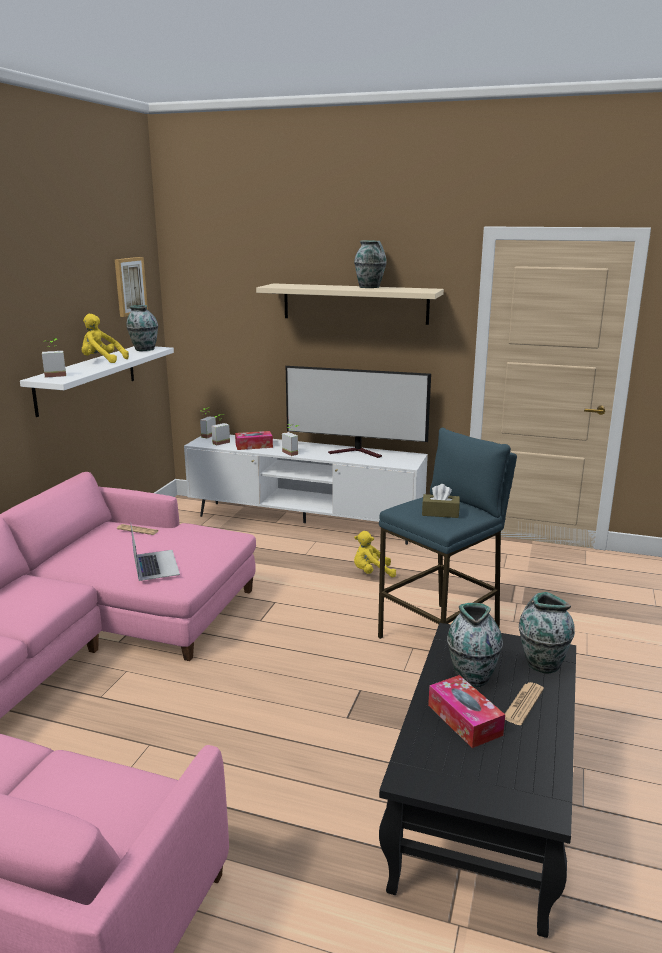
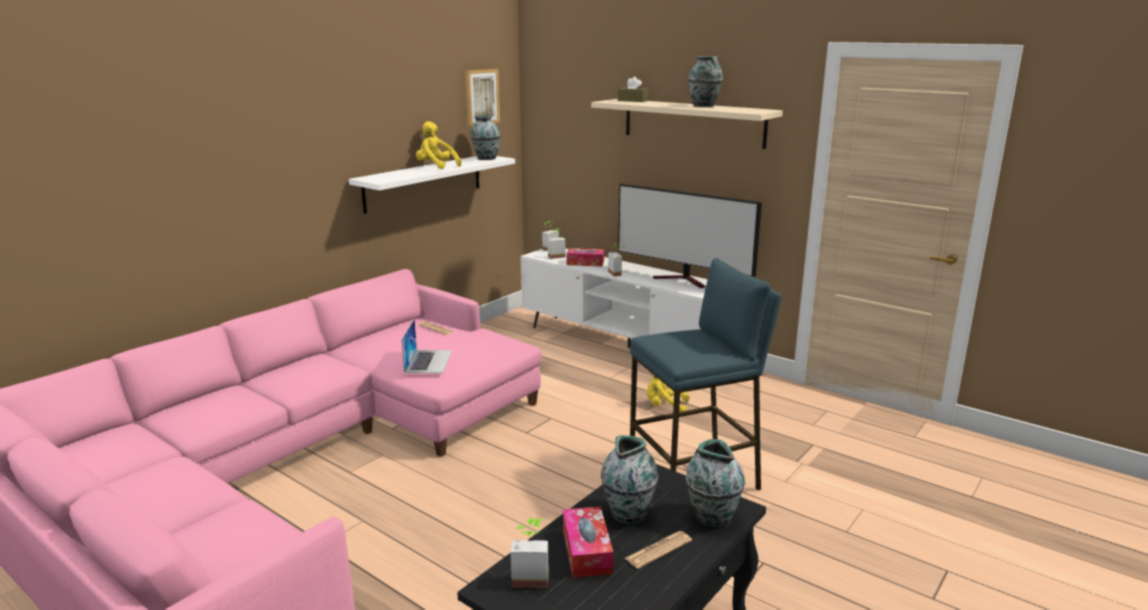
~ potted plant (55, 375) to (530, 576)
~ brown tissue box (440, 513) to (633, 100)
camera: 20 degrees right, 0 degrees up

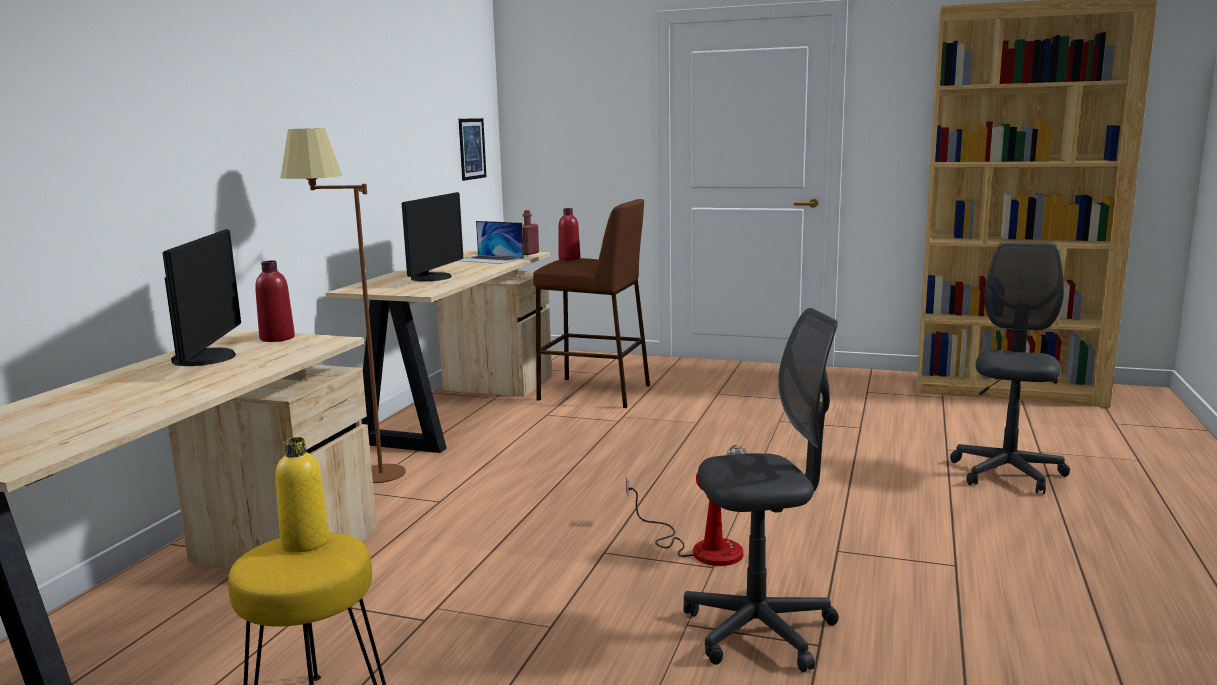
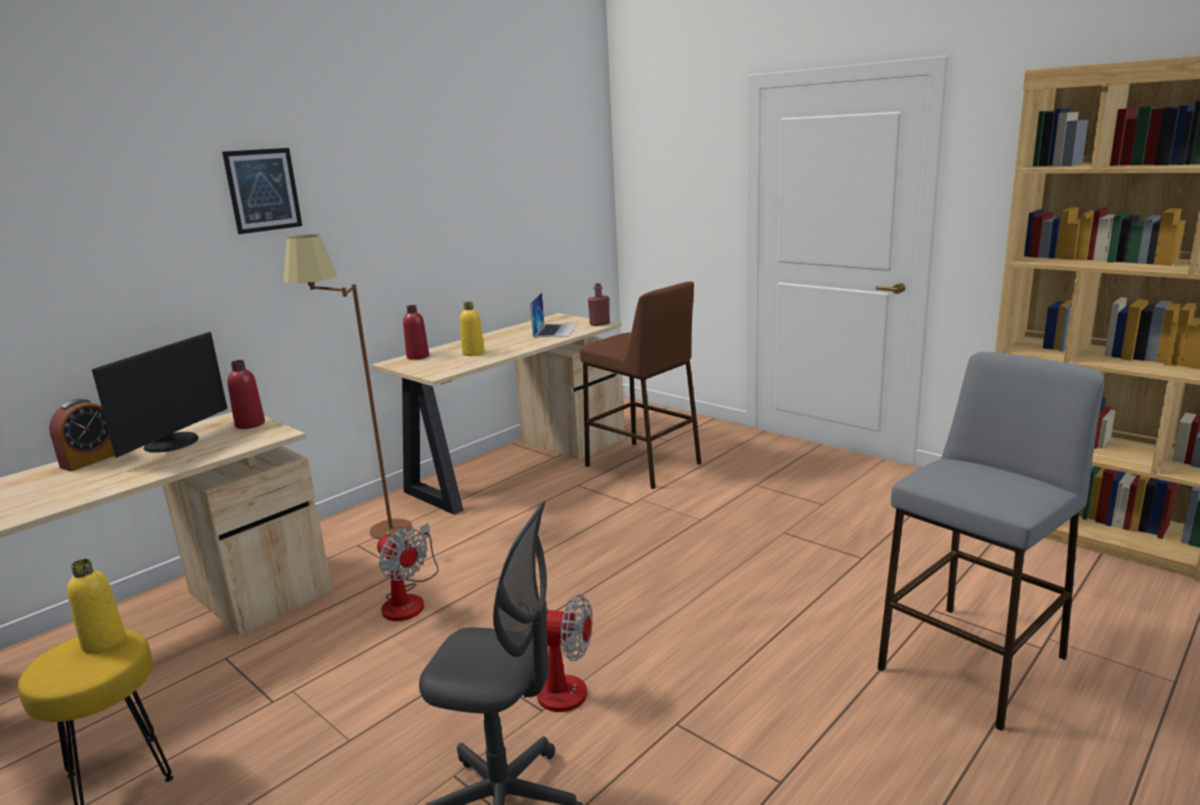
~ wall picture (472, 148) to (263, 190)
~ computer screen (433, 278) to yellowish drink bottle (473, 353)
~ red-coloured drink bottle (569, 259) to (418, 356)
~ notebook computer (490, 259) = (555, 330) 135 degrees counterclockwise
~ gray computer chair (1007, 473) to gray sitting stool (973, 662)
+ alarm clock (91, 460)
+ fan (408, 599)
camera: 25 degrees right, 5 degrees up

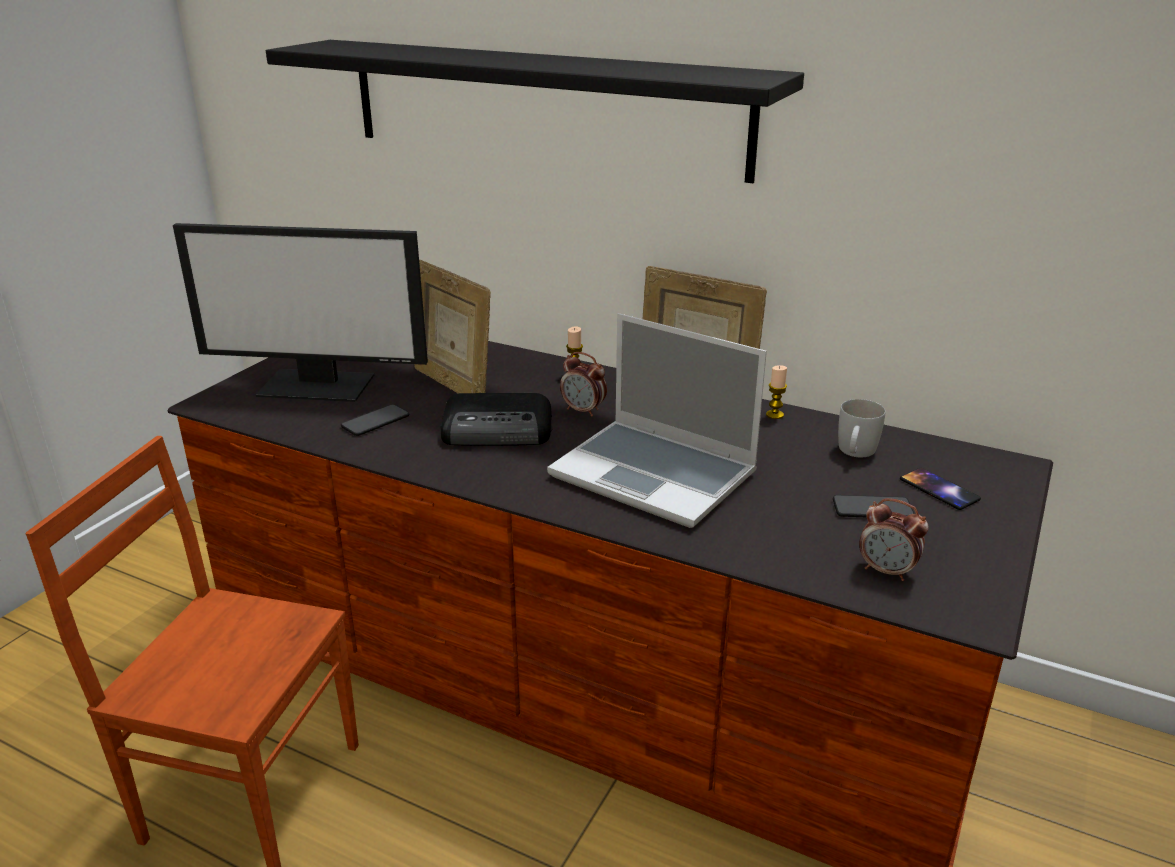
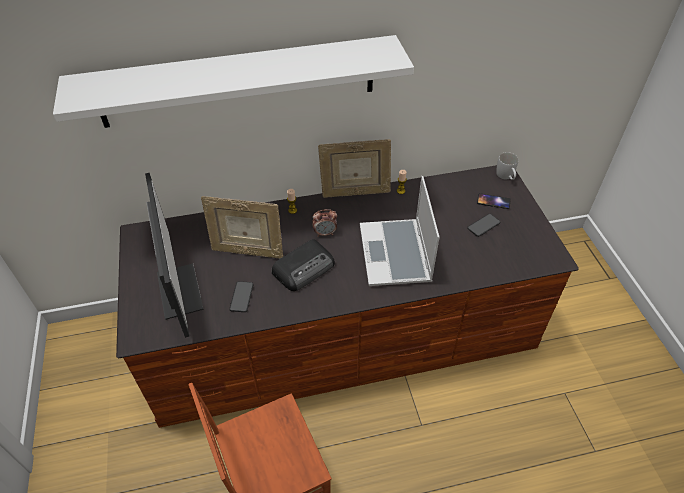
~ black bracket shelf (542, 107) to whitish bracket shelf (238, 82)
~ computer screen (318, 385) = (178, 290) 75 degrees counterclockwise
~ notebook computer (656, 475) = (396, 254) 90 degrees clockwise
~ whitish coffee mug (855, 453) to (506, 176)
- alarm clock (887, 571)
camera: 40 degrees left, 20 degrees up

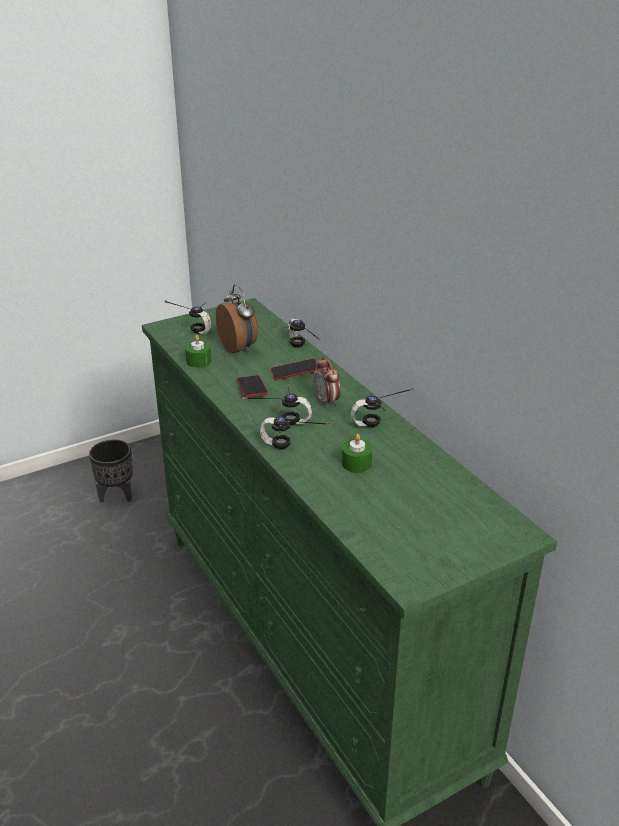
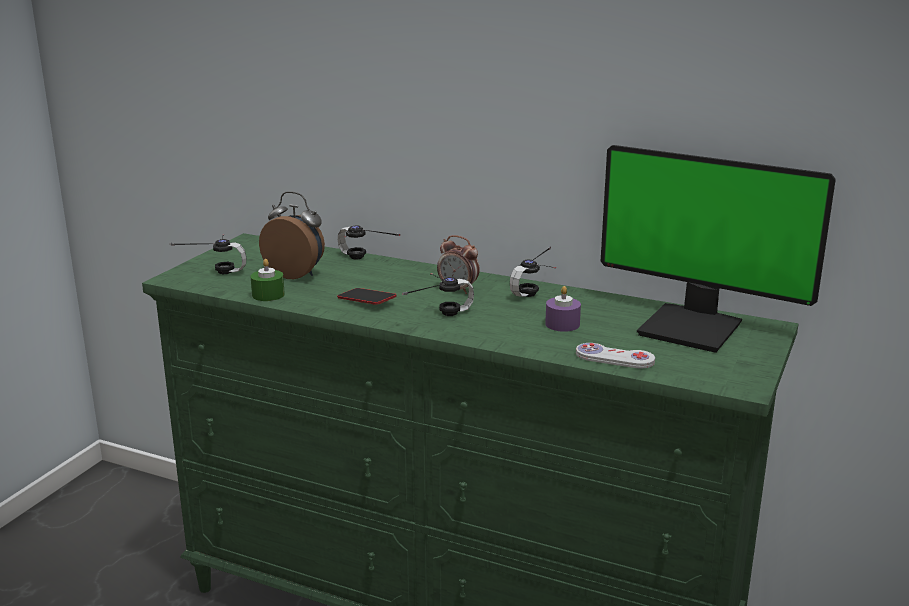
- telephone (294, 372)
- headset (290, 452)
~ green candle (356, 464) to purplish candle (562, 324)
- black plant pot (117, 495)
+ computer screen (693, 328)
+ whitish gamepad (614, 358)
camera: 35 degrees left, 10 degrees down

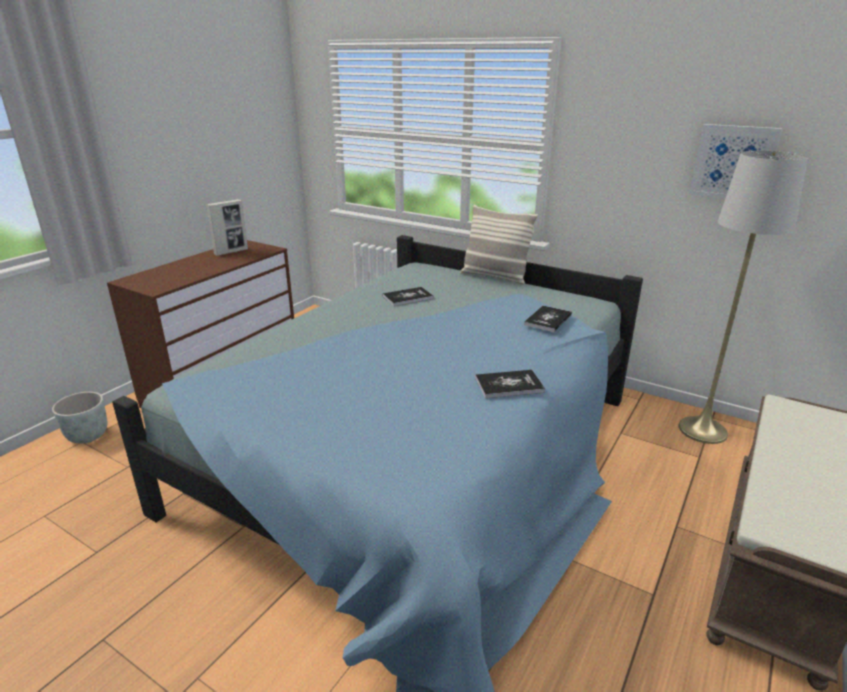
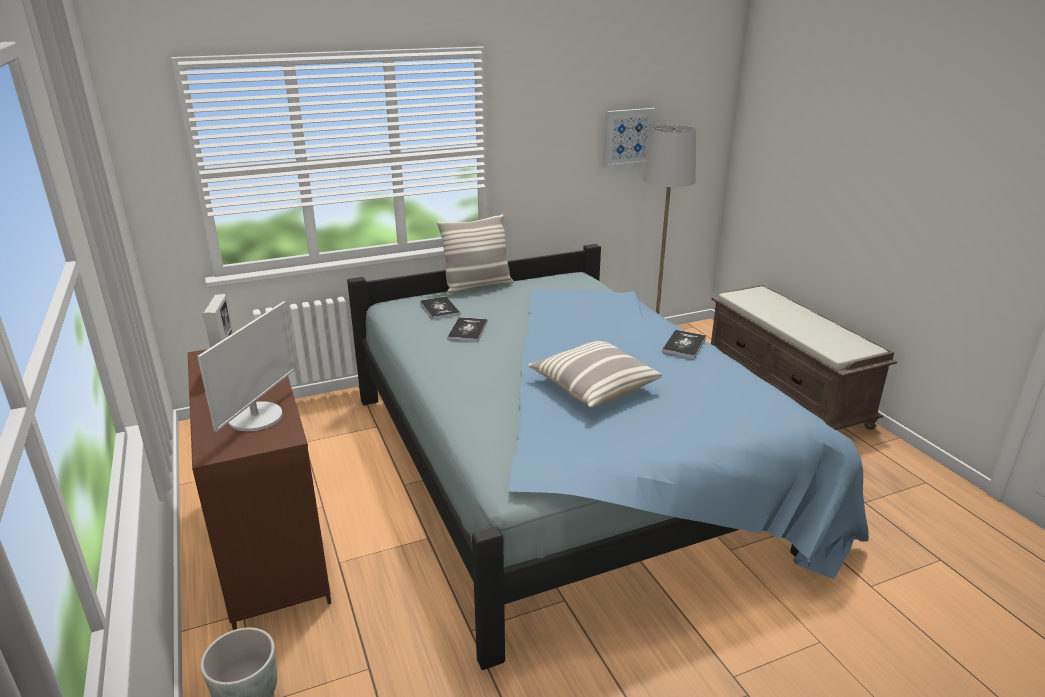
~ bound book (548, 320) to (439, 309)
+ computer screen (256, 417)
+ pillow (593, 387)
camera: 55 degrees left, 0 degrees up

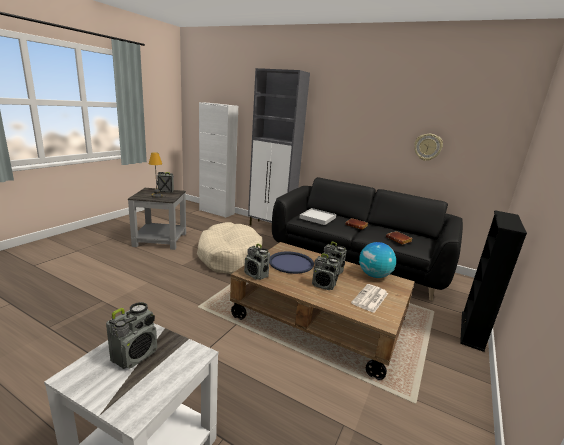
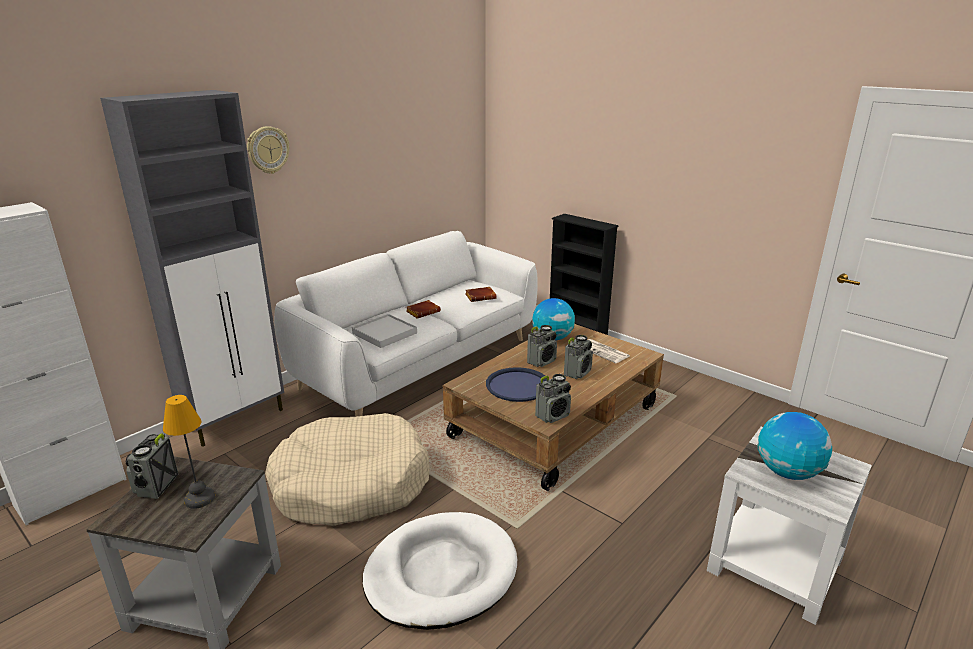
~ wall clock (427, 147) to (268, 150)
~ black couch (357, 262) to whitish couch (418, 363)
~ radio (135, 355) to world globe (787, 472)
+ whitish dog cushion (441, 573)
camera: 75 degrees left, 5 degrees up

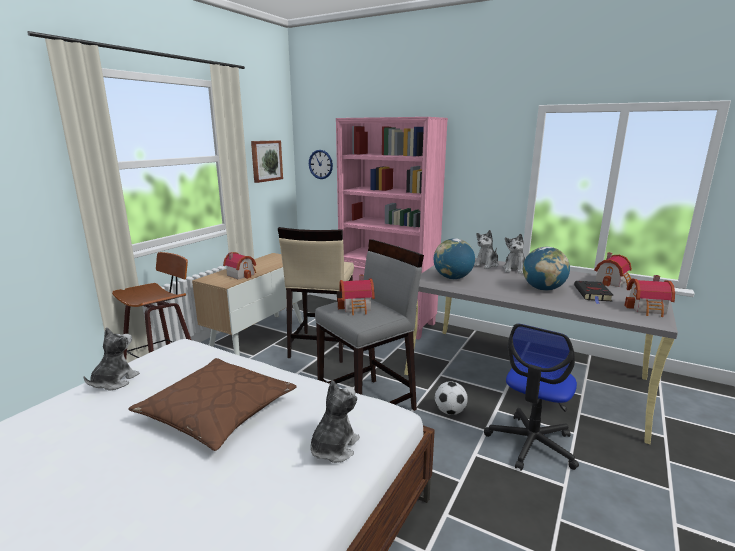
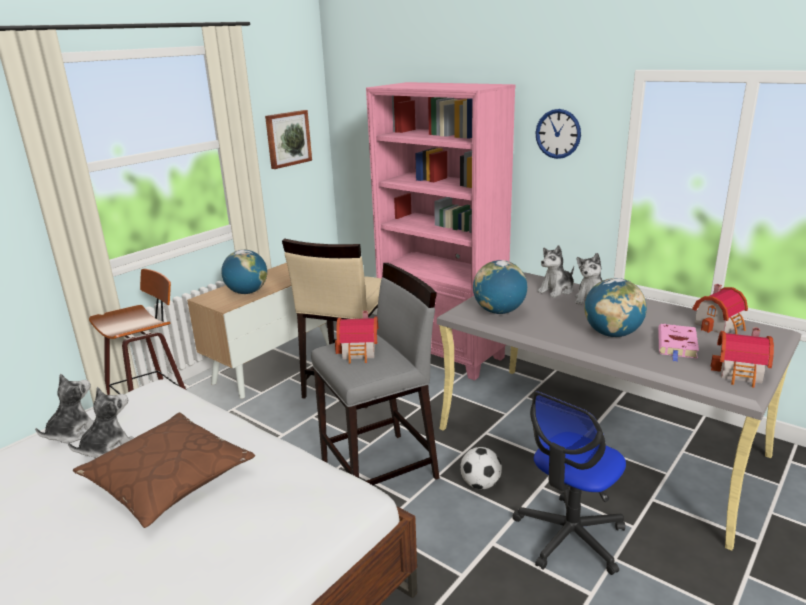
~ wall clock (320, 164) to (558, 134)
~ toy house (241, 274) to world globe (247, 292)
~ black bound book (593, 294) to pinkish bound book (677, 345)
~ plush toy (333, 447) to (107, 447)
camera: 10 degrees right, 5 degrees up

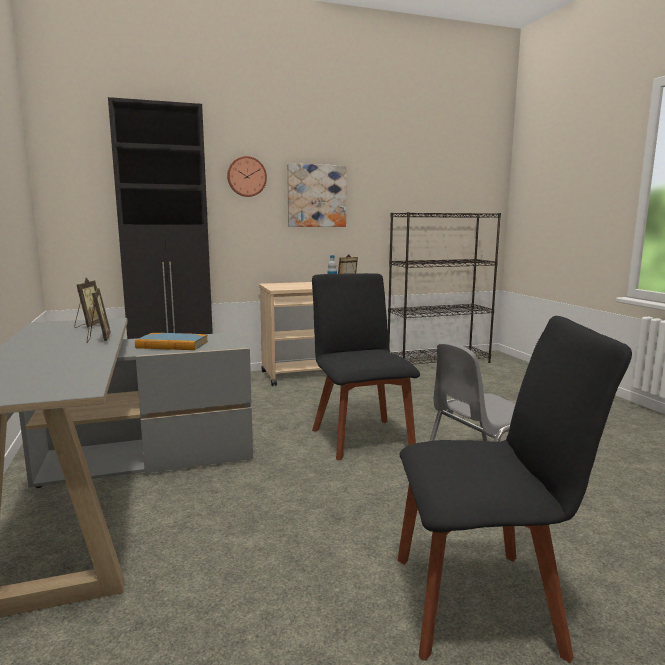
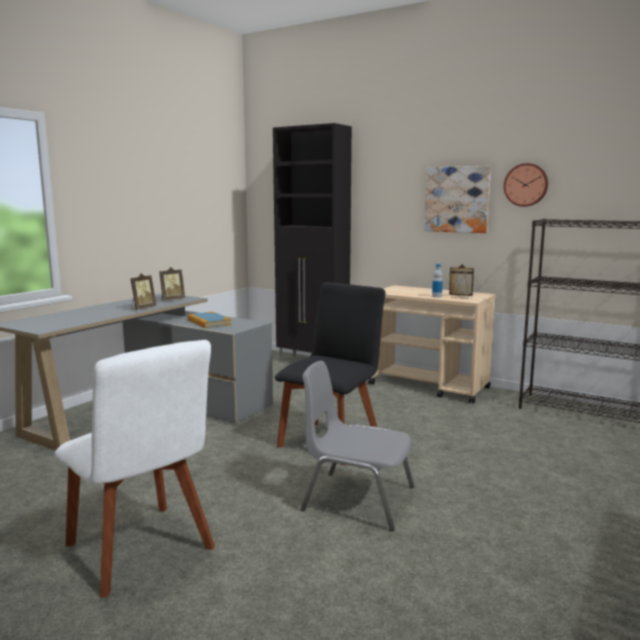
~ wall clock (246, 176) to (526, 185)
~ black upright chair (484, 602) to whitish upright chair (142, 550)
camera: 50 degrees right, 0 degrees up

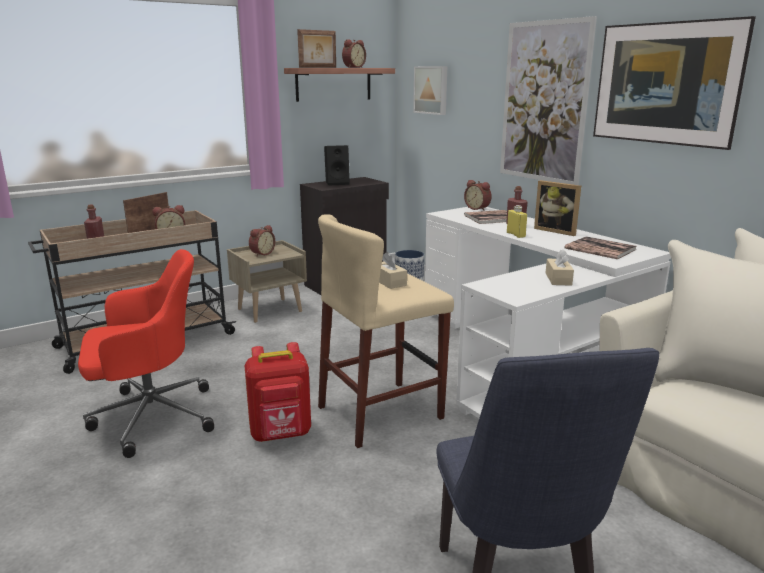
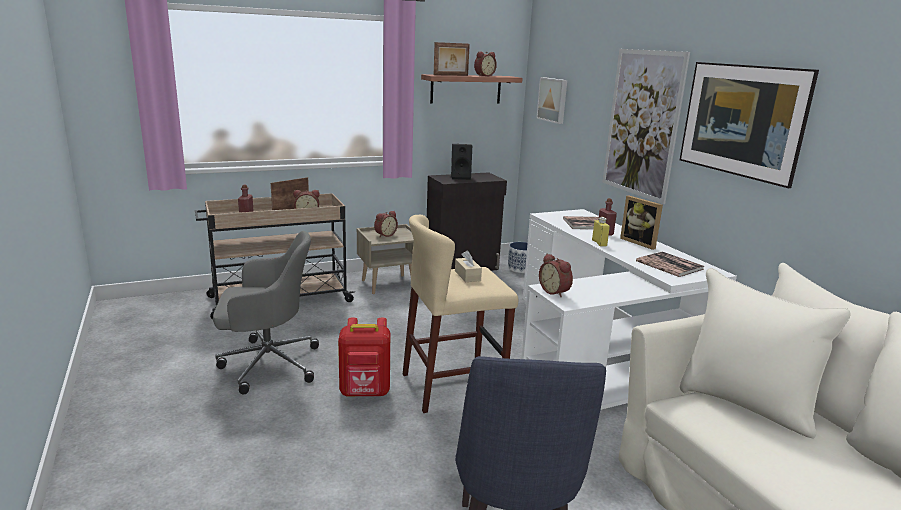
~ alarm clock (478, 208) to (555, 291)
~ red-coloured computer chair (150, 417) to gray computer chair (267, 364)
- beige tissue box (558, 279)
camera: 10 degrees right, 0 degrees up

